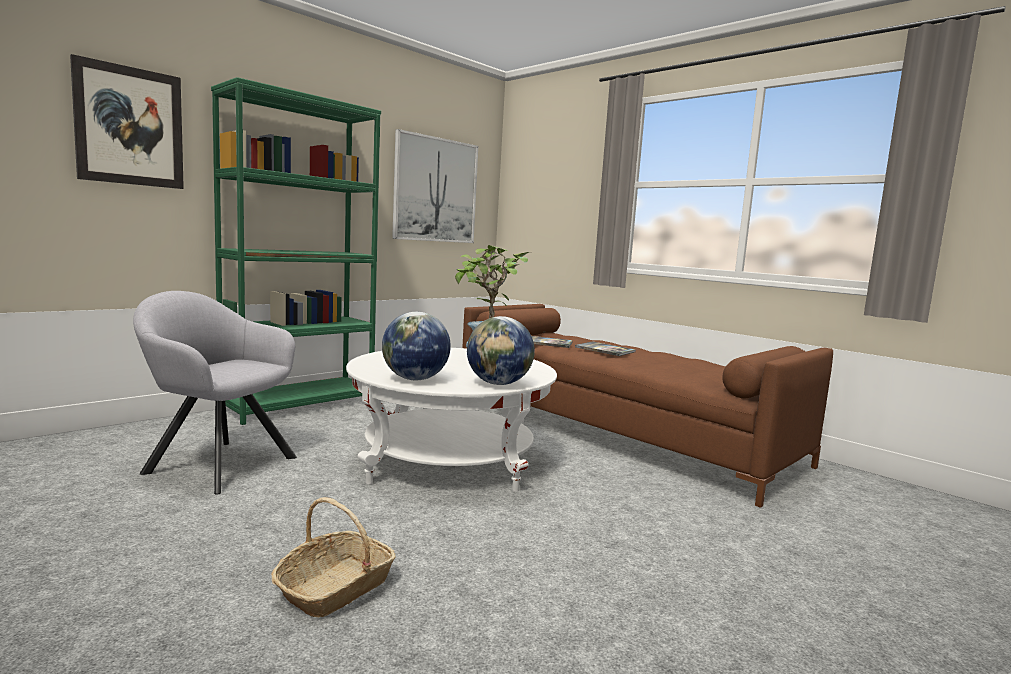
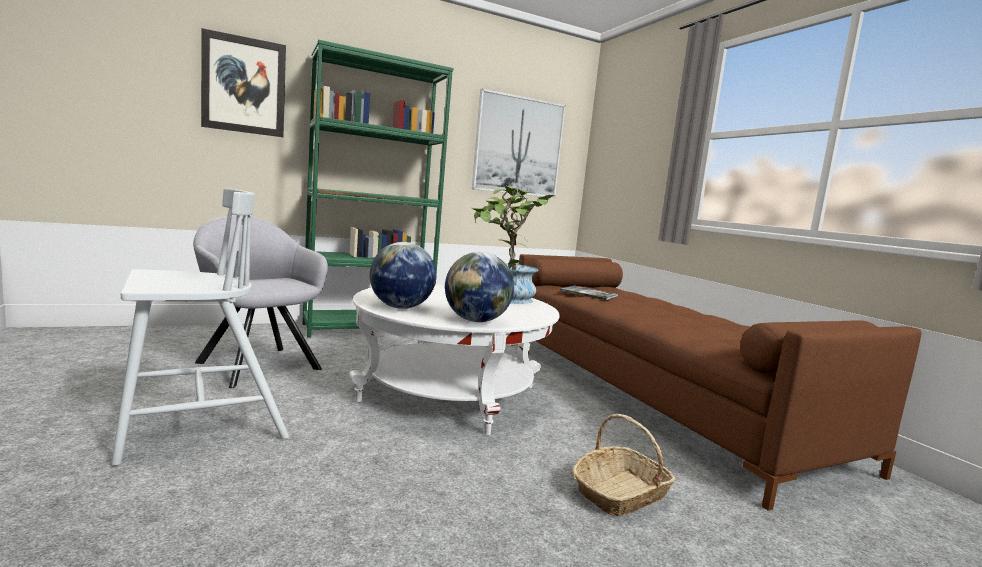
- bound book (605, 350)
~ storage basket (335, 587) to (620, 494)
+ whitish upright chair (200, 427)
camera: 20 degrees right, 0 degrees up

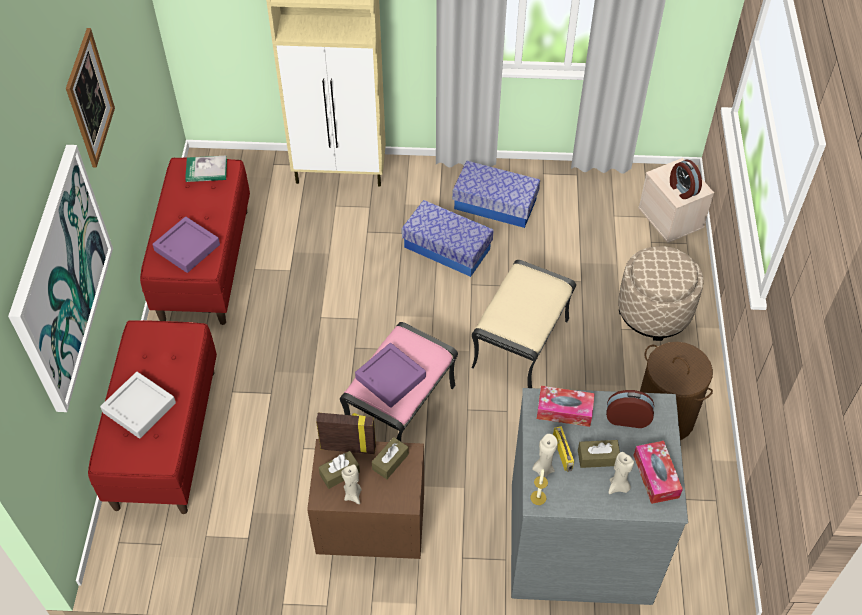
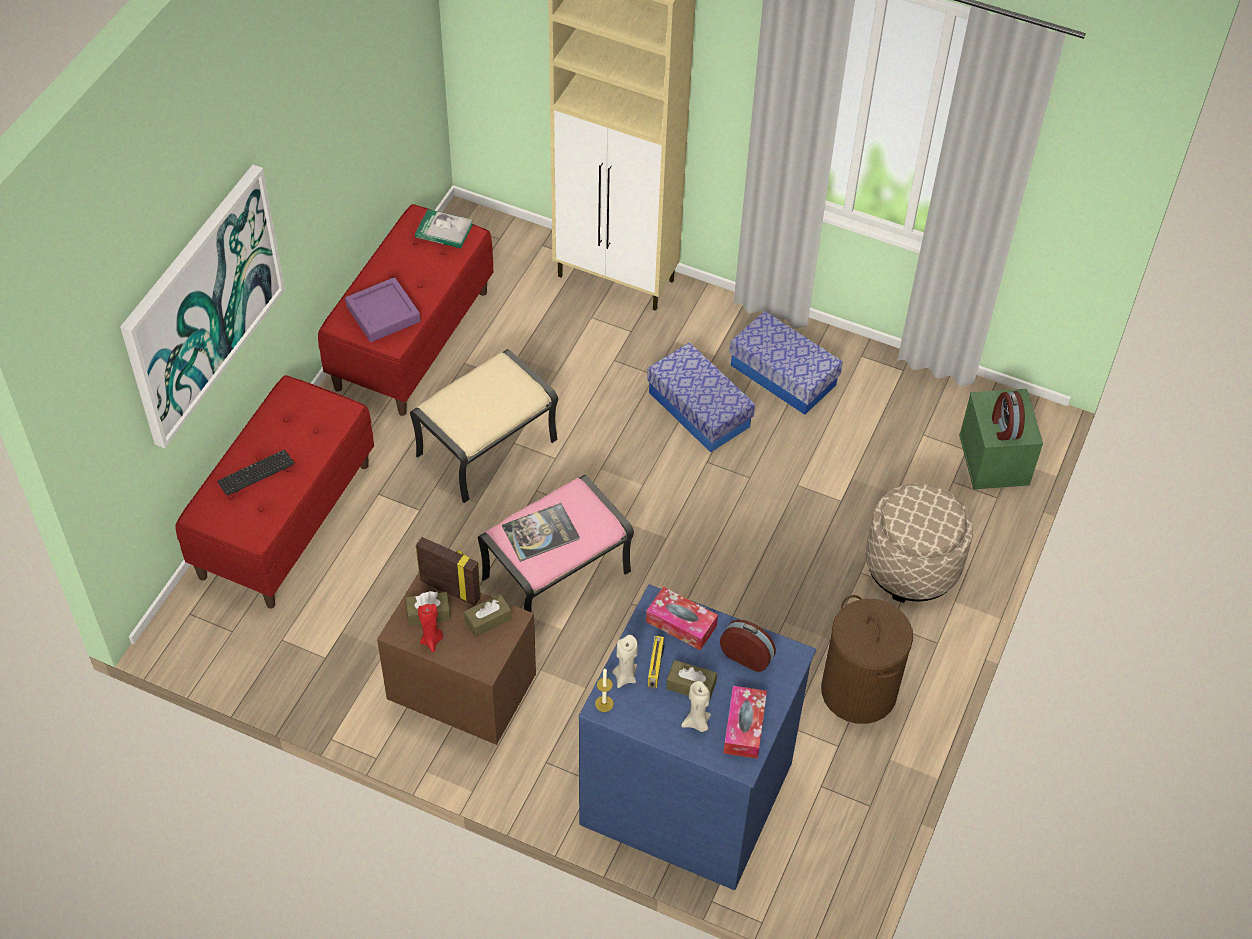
- wall picture (89, 98)
~ beige storage box (671, 218) to green storage box (995, 460)
~ beige ottoman (520, 342) to (487, 446)
~ purplish tray (390, 378) to bound book (540, 533)
~ gray tray (139, 408) to keyboard (256, 473)
~ gray drawer chest (580, 539) to bluish drawer chest (688, 790)
~ beige candle (353, 495) to red-coloured candle (432, 640)
camera: 20 degrees right, 0 degrees up

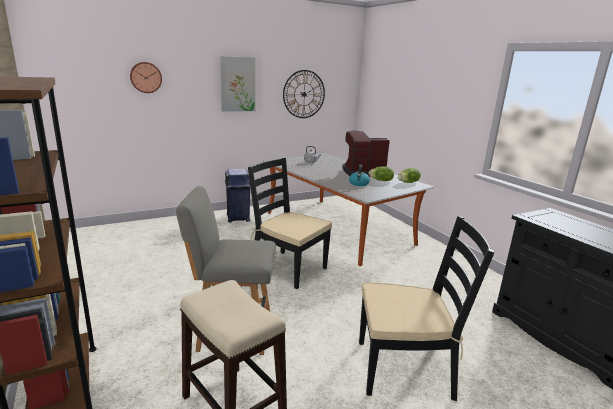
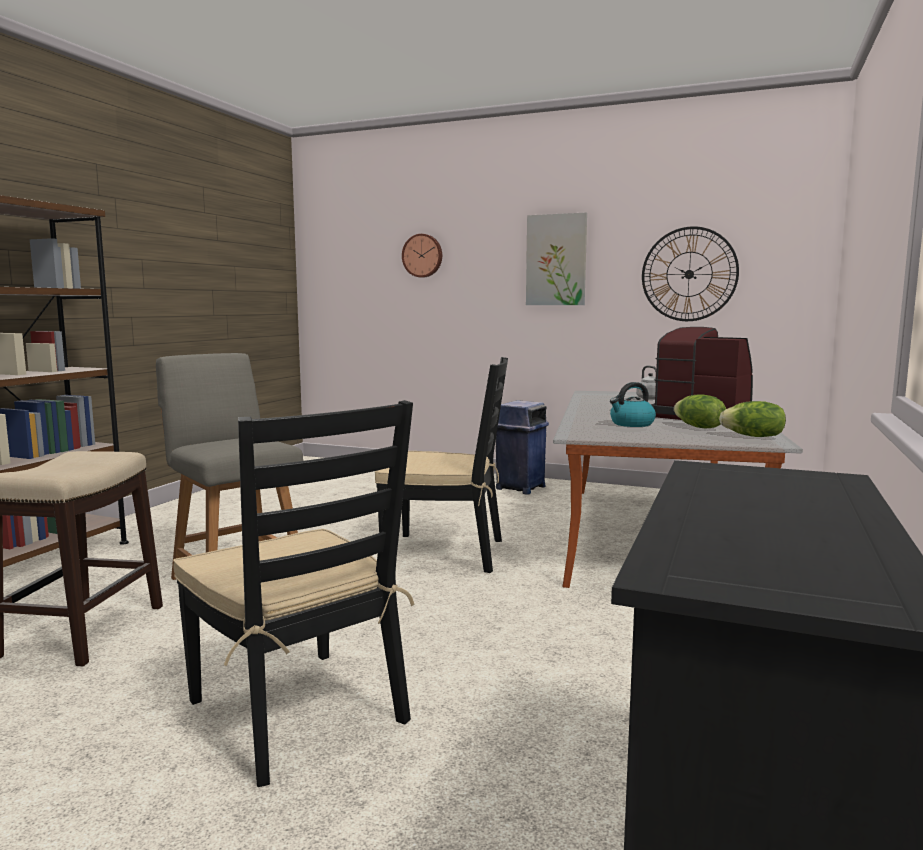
~ black upright chair (288, 268) = (445, 552) 105 degrees clockwise
camera: 50 degrees right, 10 degrees down

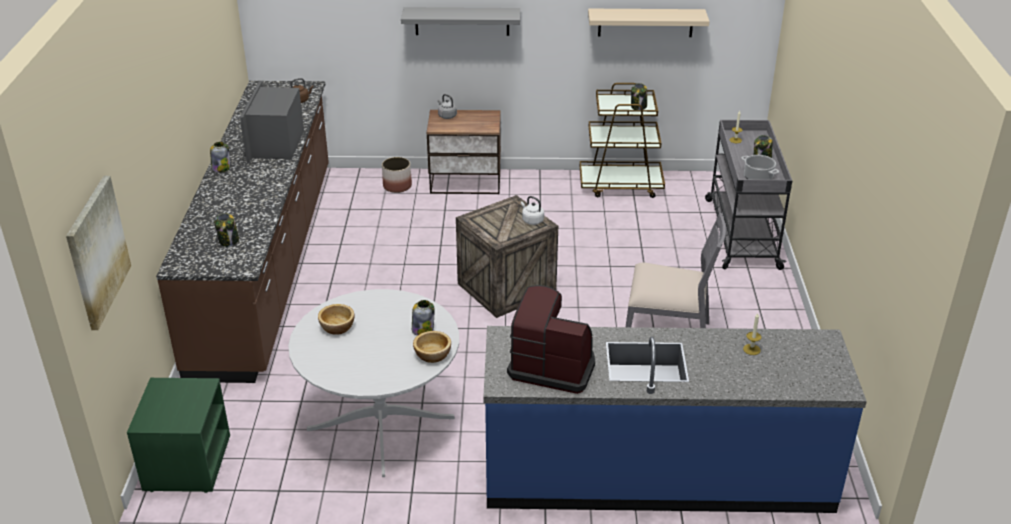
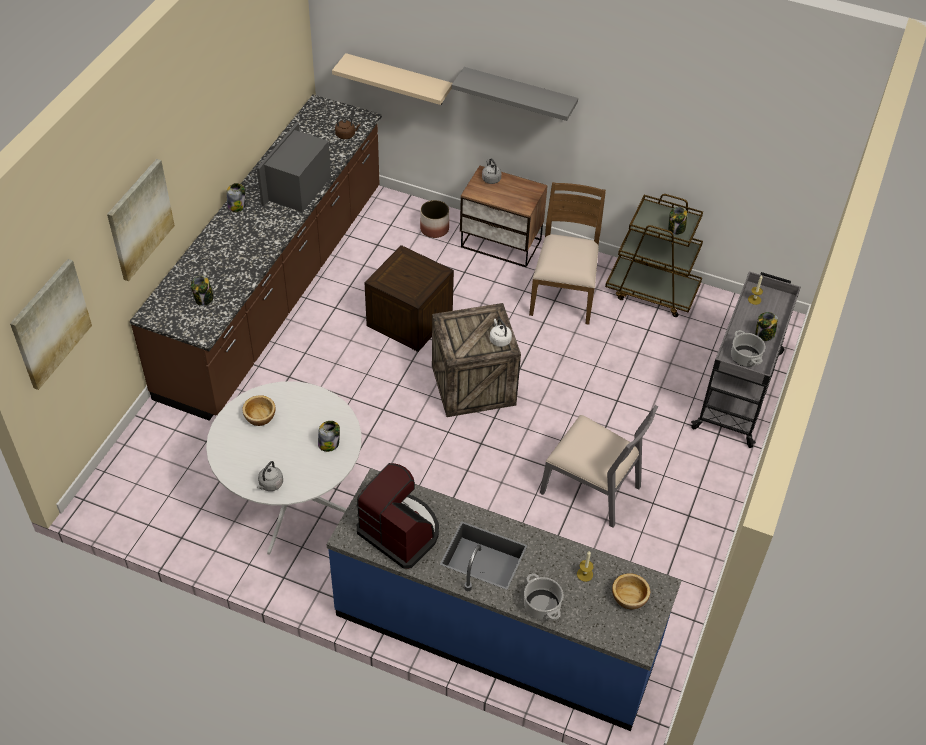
~ beige bracket shelf (645, 22) to (398, 79)
~ bowl (433, 354) to (630, 597)
- green nightstand (186, 462)
+ wall picture (140, 219)
+ brown upright chair (564, 293)
+ packing crate (409, 319)
+ gray water kettle (270, 484)
+ stockpot (542, 606)
camera: 20 degrees right, 15 degrees up

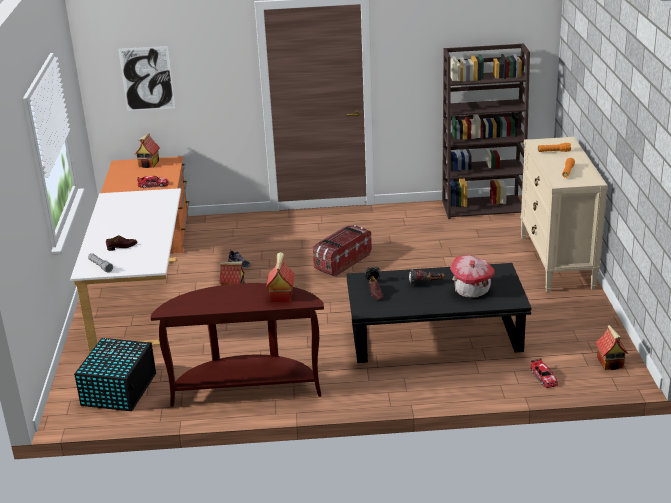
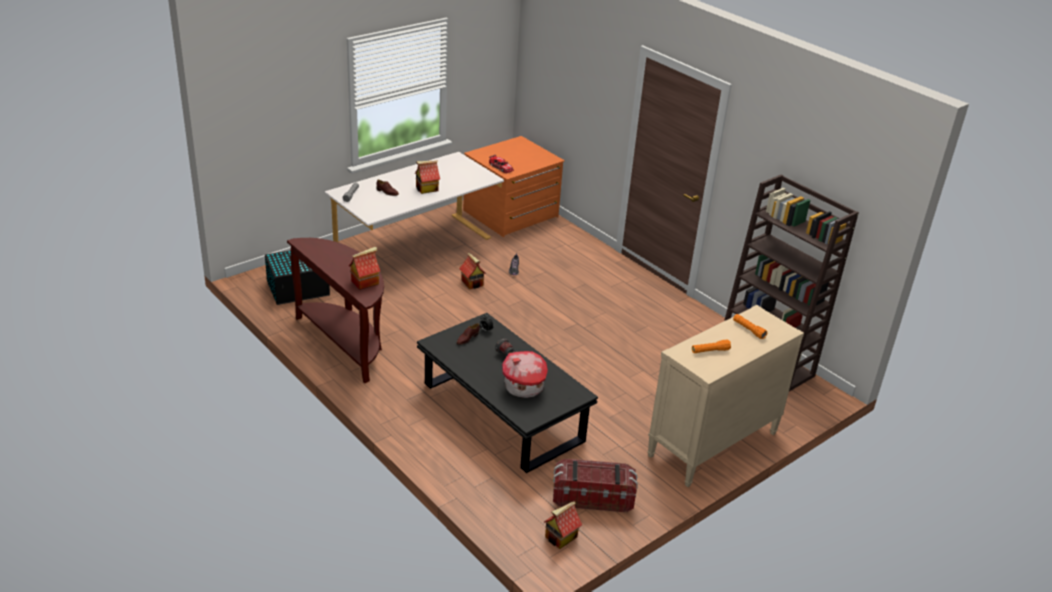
- wall picture (147, 78)
~ toy house (149, 164) to (426, 189)
~ storage box (342, 262) to (592, 497)
- model car (543, 377)
camera: 50 degrees right, 5 degrees up

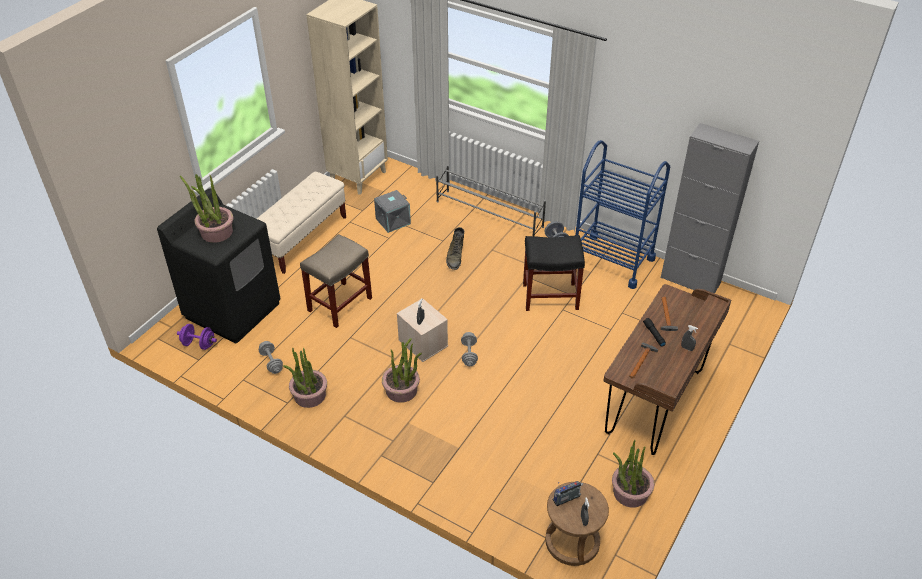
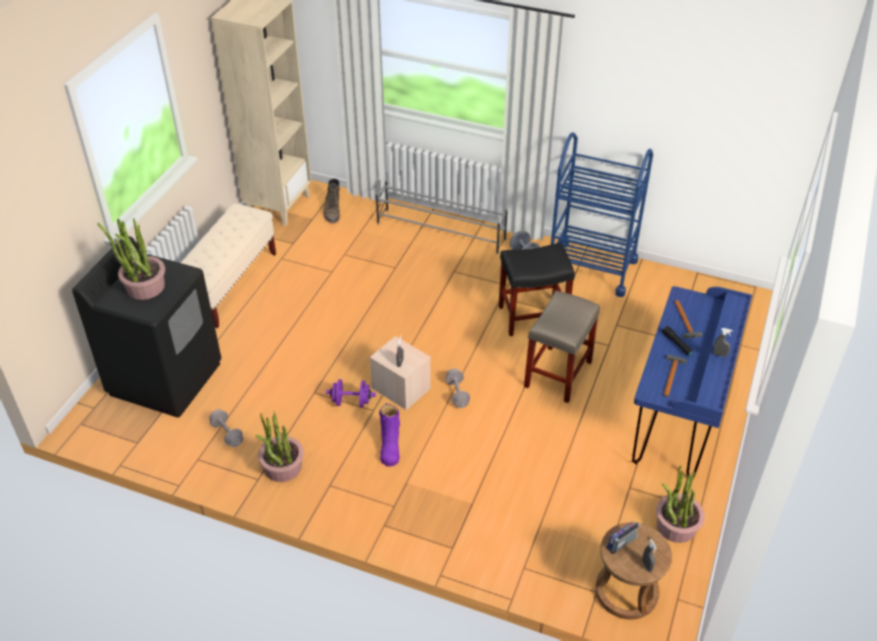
- gray cabinet (690, 280)
- gray storage box (393, 221)
~ green high-top boot (455, 257) to (332, 211)
~ beige sitting stool (340, 304) to (558, 373)
~ brown desk unit (655, 403) to bluish desk unit (677, 421)
~ purplish dumbbell (199, 344) to (351, 402)
~ potted plant (402, 390) to purplish high-top boot (390, 446)
camera: 10 degrees left, 0 degrees up

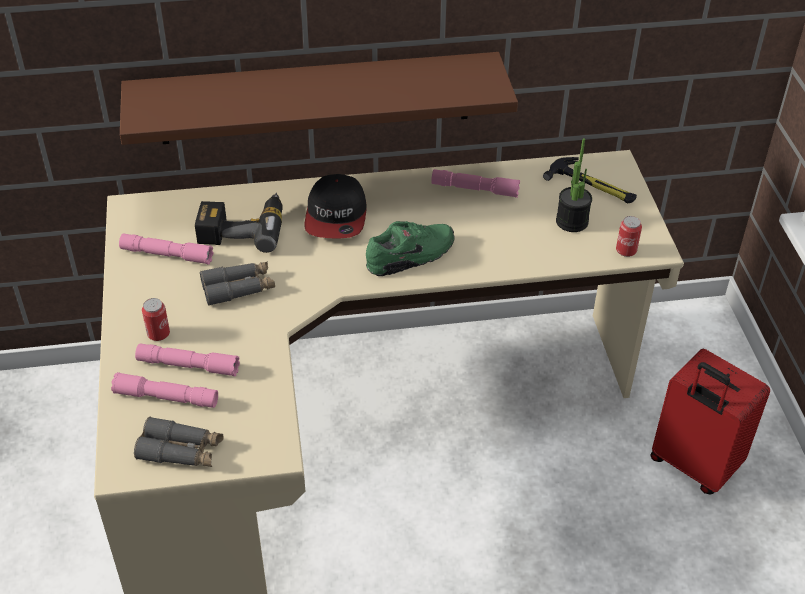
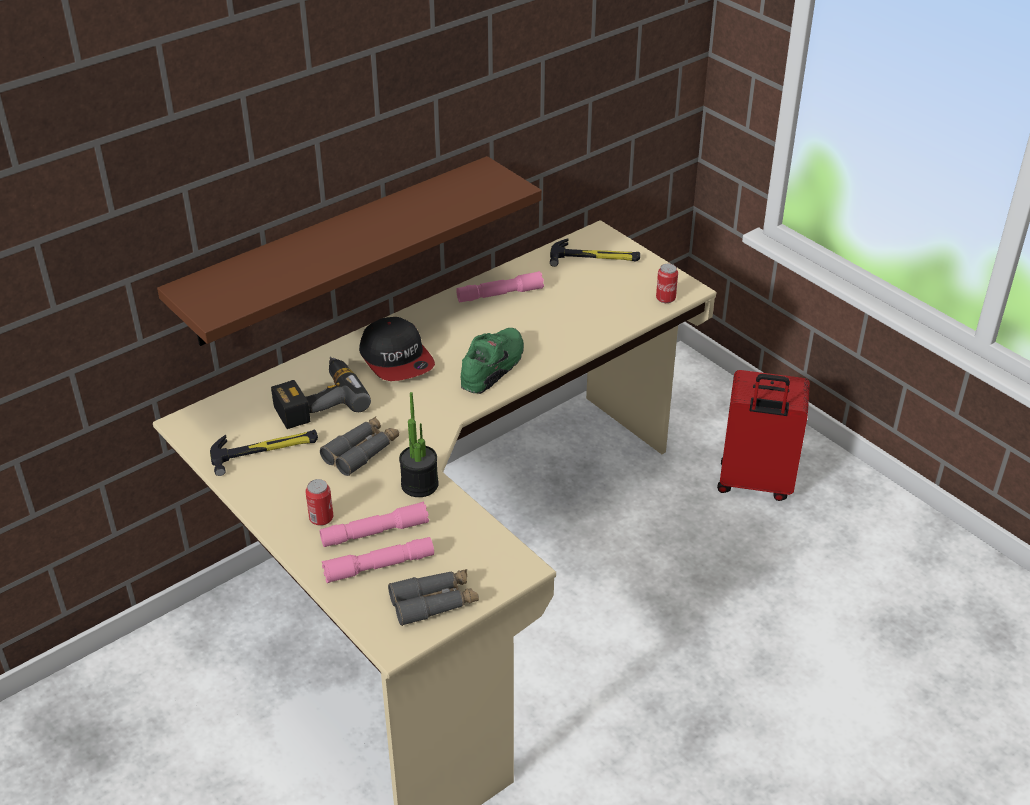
~ potted plant (572, 222) to (419, 485)
~ pinkish torch (167, 255) to tool hammer (265, 450)
camera: 30 degrees left, 5 degrees down

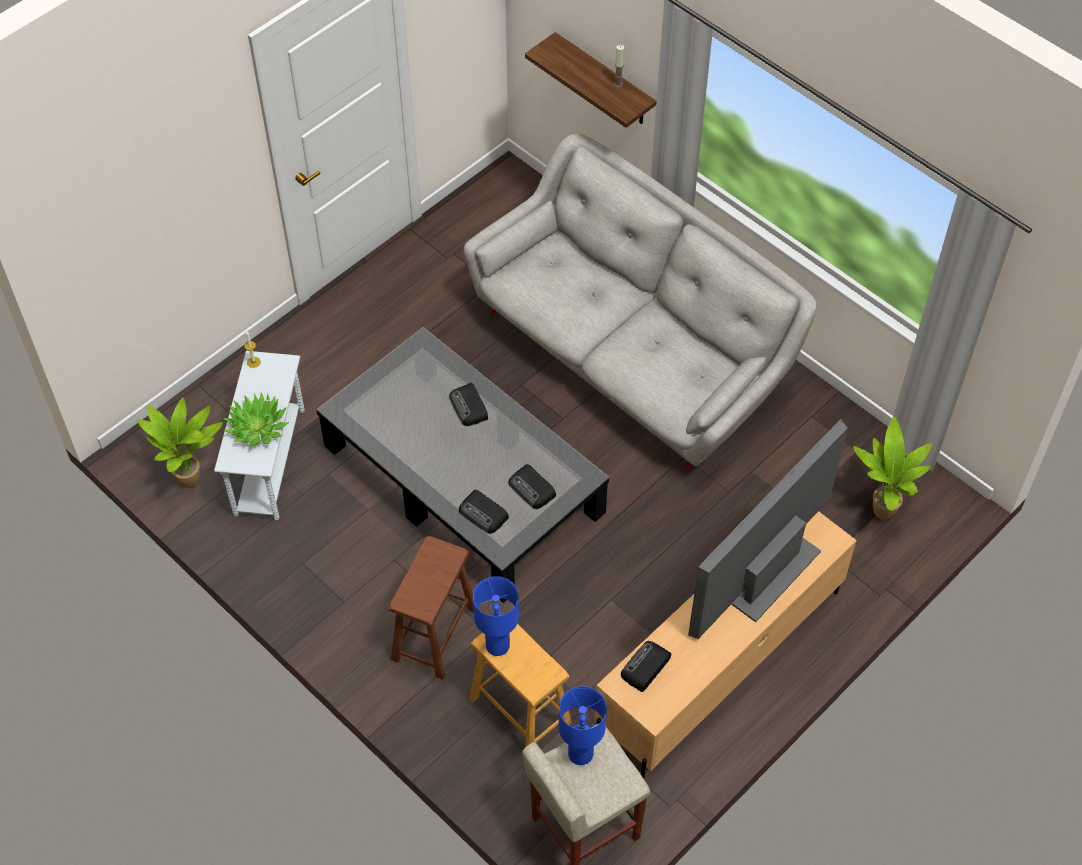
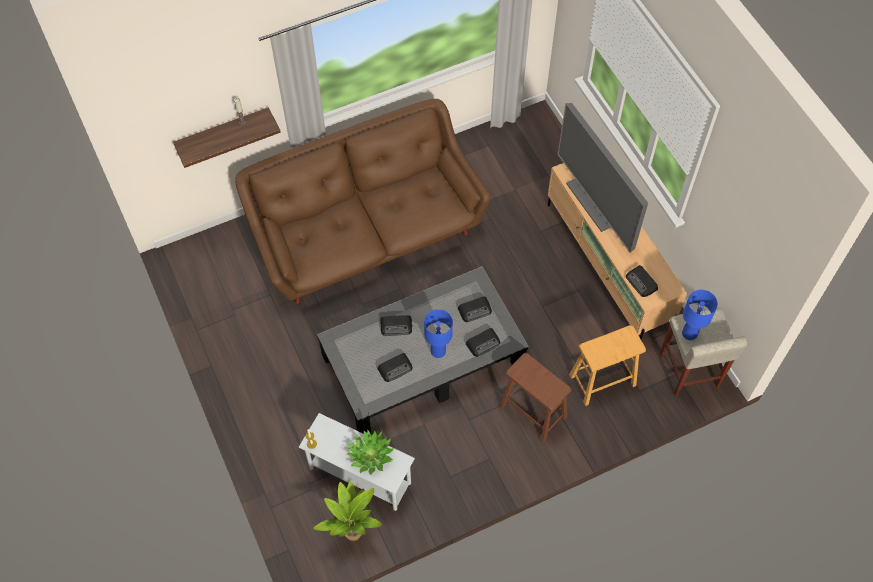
~ gray couch (632, 354) to brown couch (367, 234)
- potted plant (879, 511)
~ bluish tabletop lamp (498, 645) to (437, 351)
+ radio (395, 368)
camera: 70 degrees left, 5 degrees up

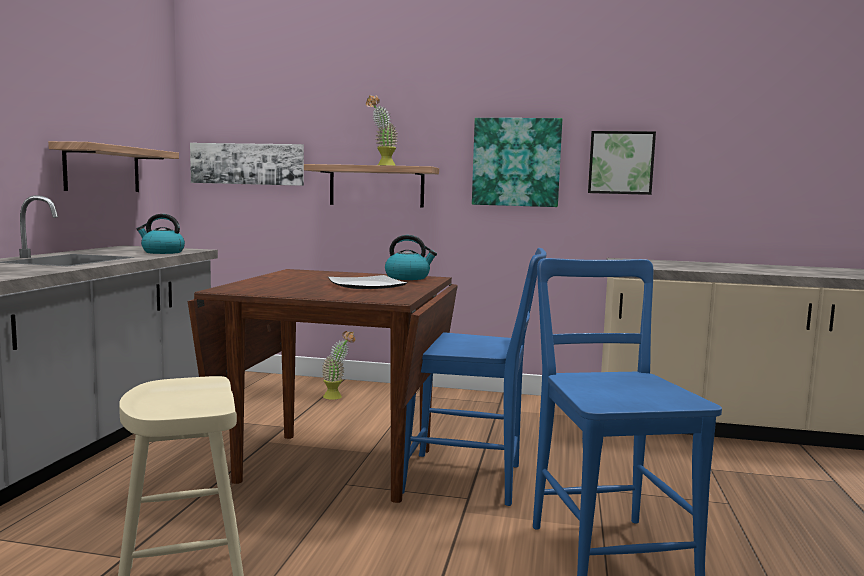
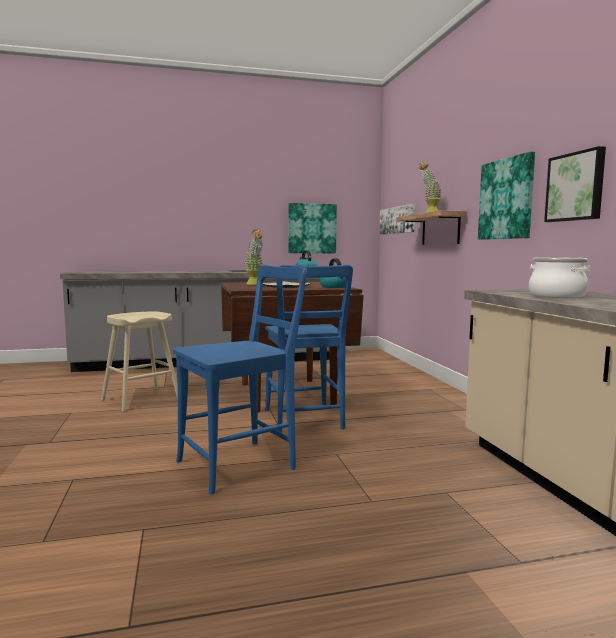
~ bracket shelf (102, 169) to wall picture (312, 228)
~ potted plant (337, 396) to (255, 284)
+ stockpot (557, 296)
camera: 65 degrees right, 0 degrees up

